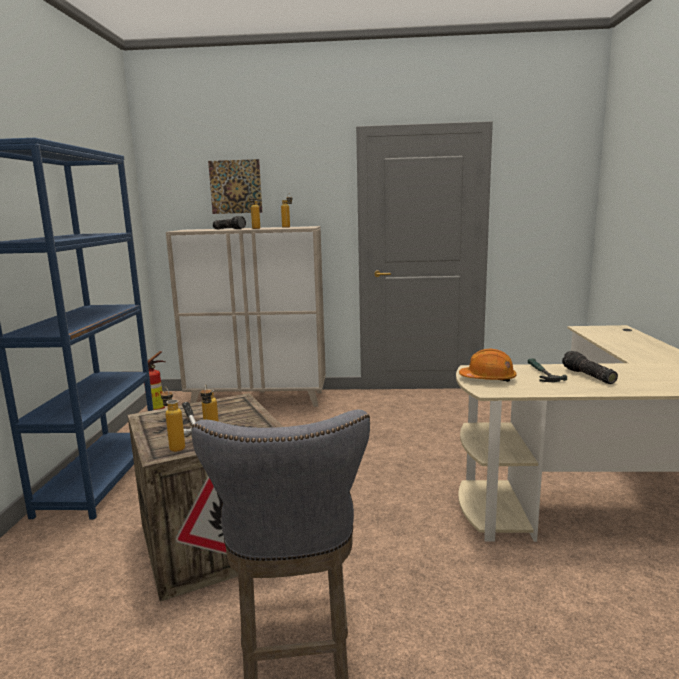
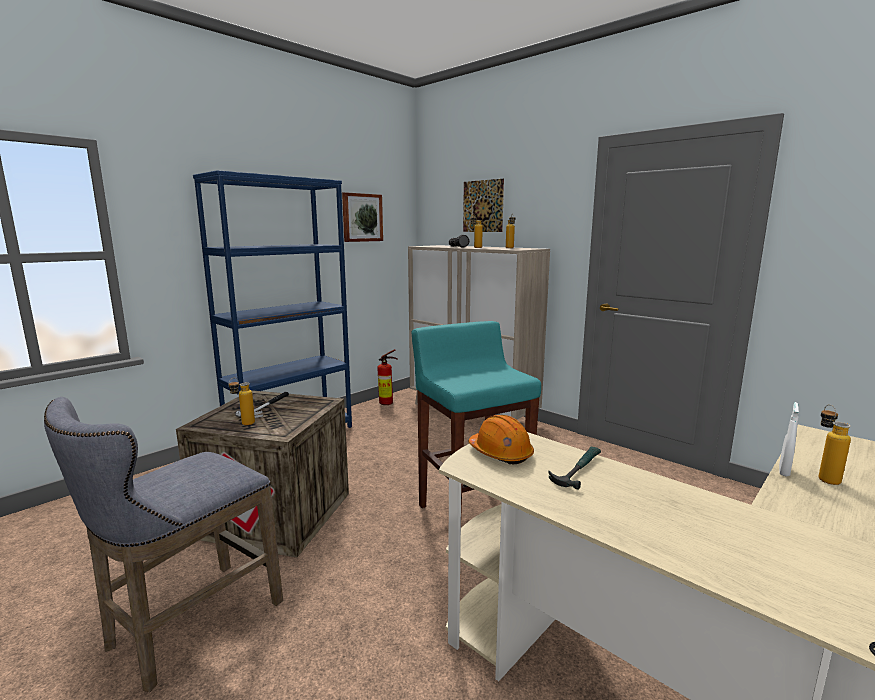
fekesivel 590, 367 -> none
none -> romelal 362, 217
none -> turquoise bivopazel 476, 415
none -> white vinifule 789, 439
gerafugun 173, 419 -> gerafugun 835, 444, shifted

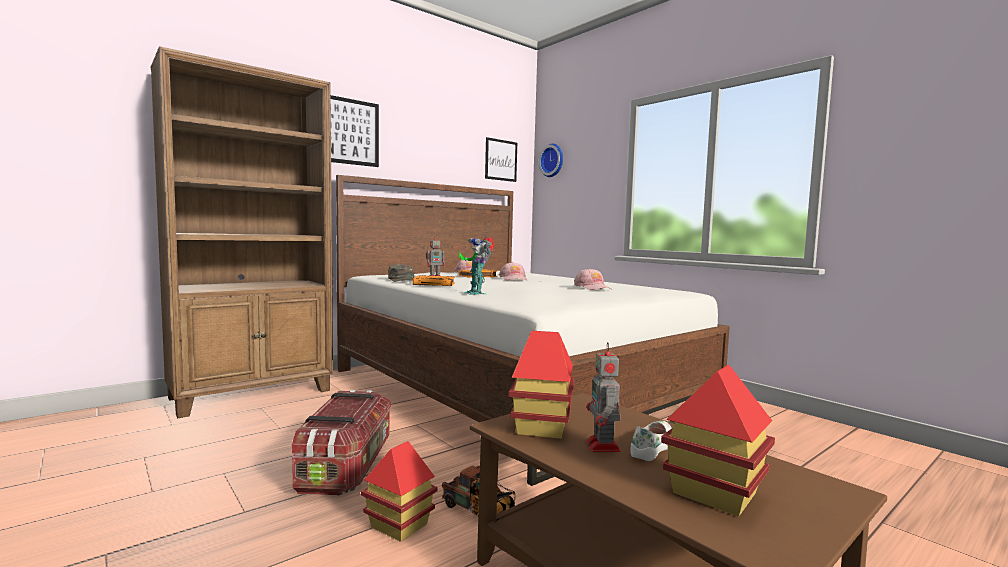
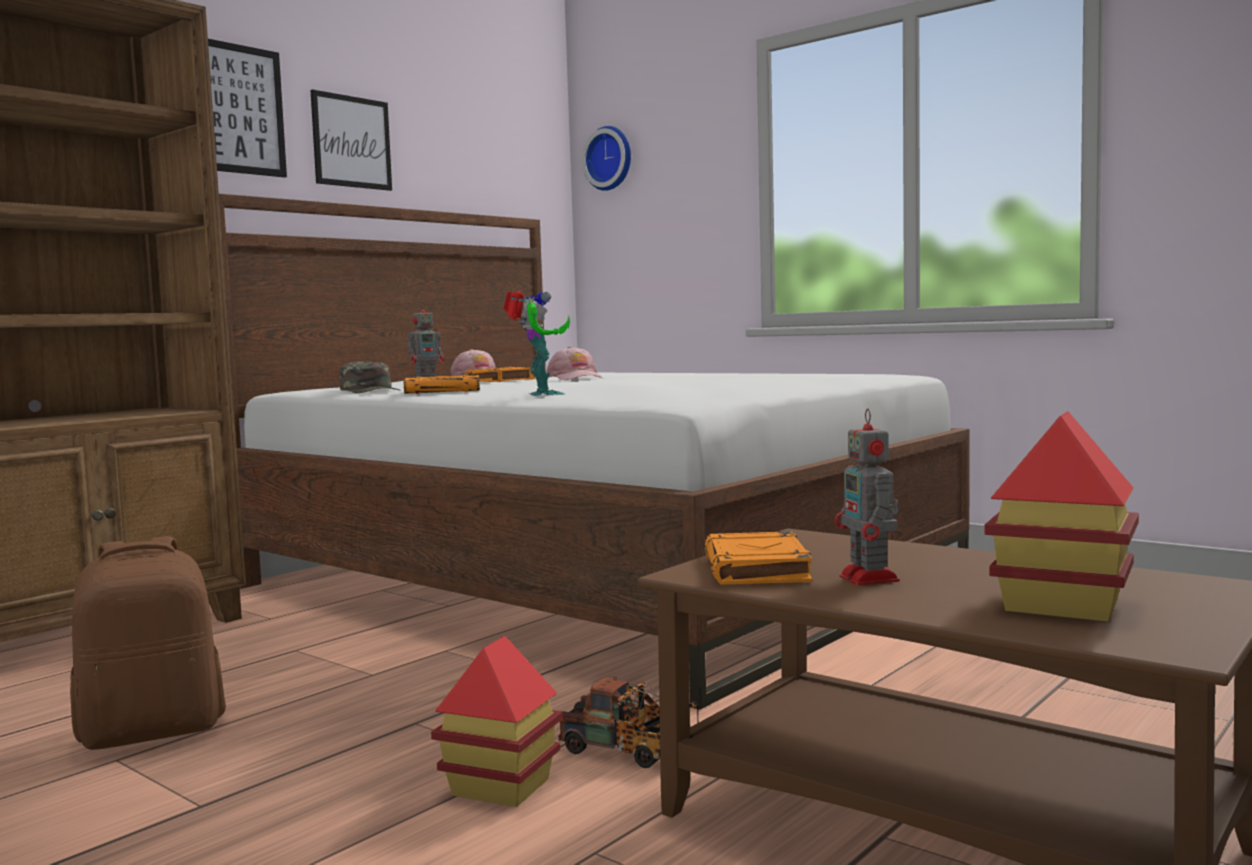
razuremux 341, 442 -> none
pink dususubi 592, 279 -> none
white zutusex 651, 441 -> none
none -> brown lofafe 148, 643
romelal 501, 159 -> romelal 351, 140, shifted
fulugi 541, 385 -> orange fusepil 758, 557
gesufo 476, 266 -> gesufo 537, 343, 150 degrees counterclockwise

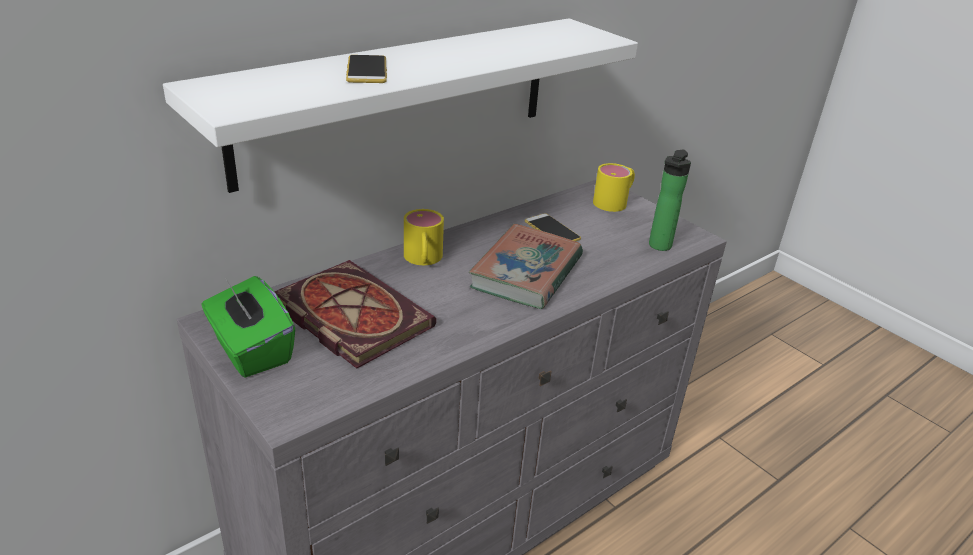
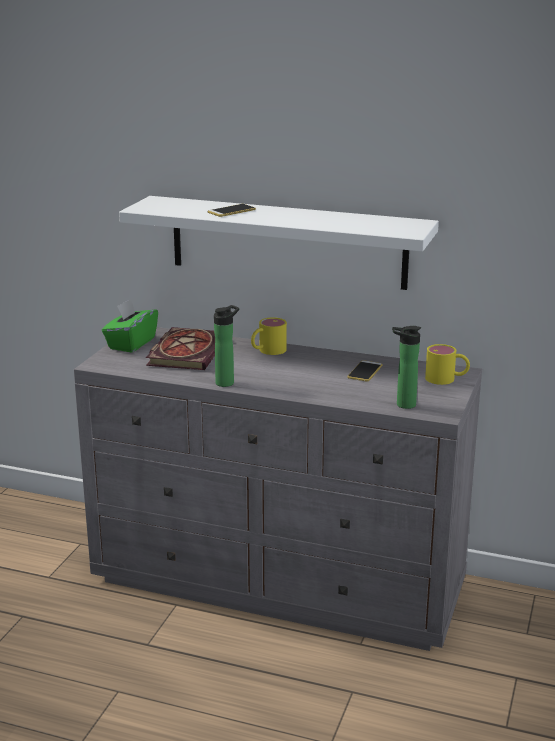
fusepil 526, 266 -> none
none -> gerafugun 226, 346

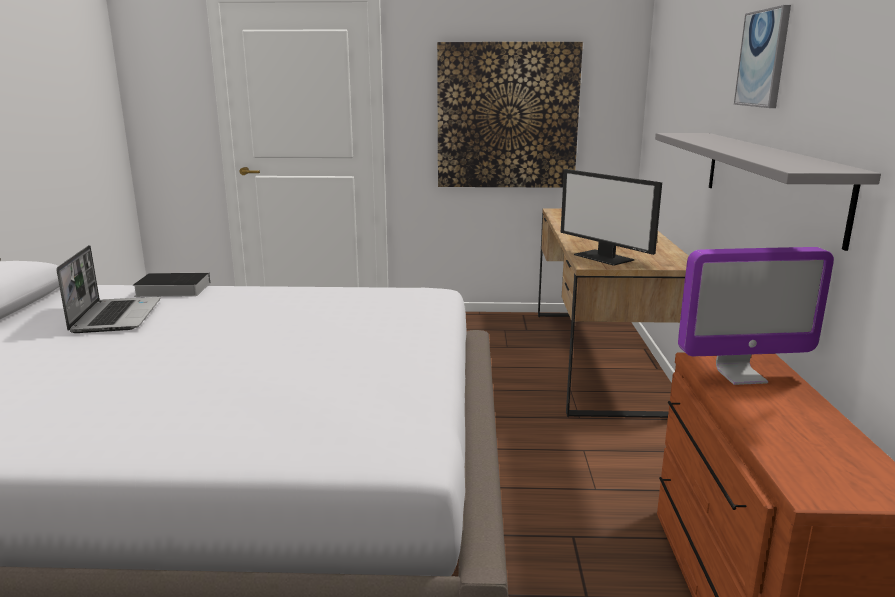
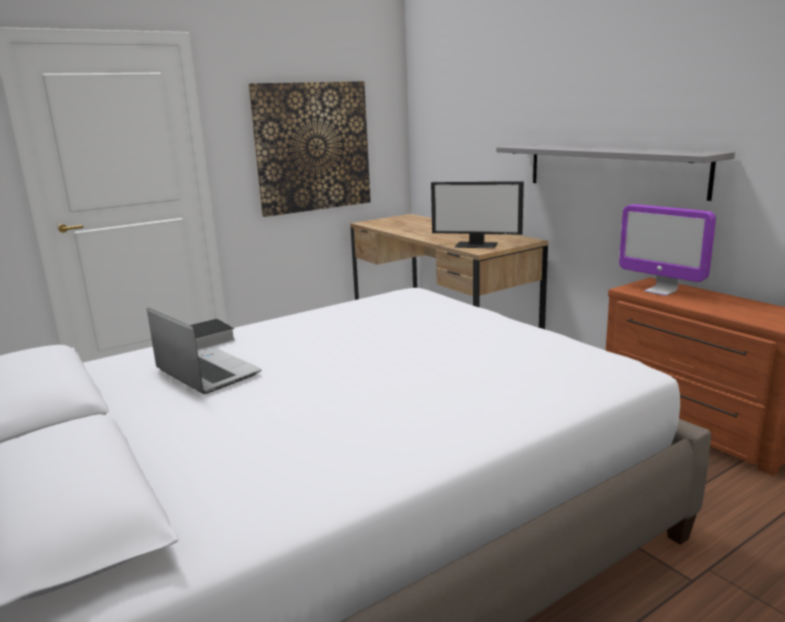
romelal 762, 56 -> none
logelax 756, 316 -> logelax 667, 250, 90 degrees clockwise

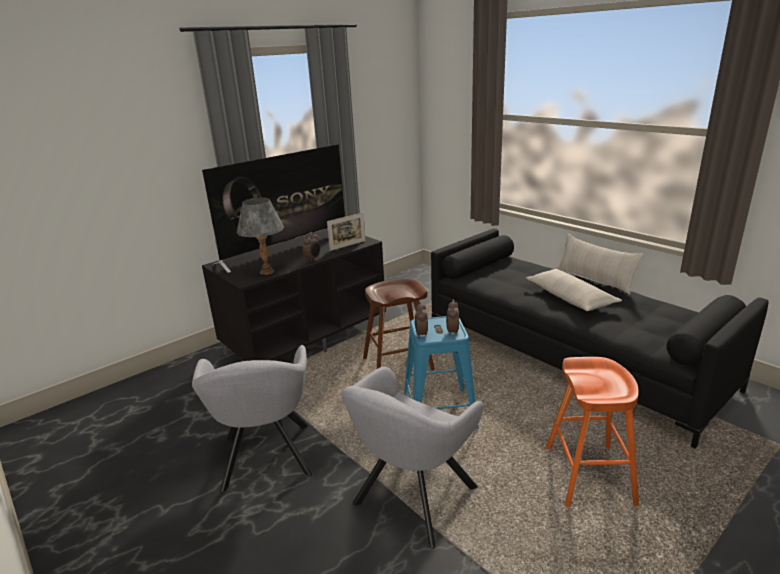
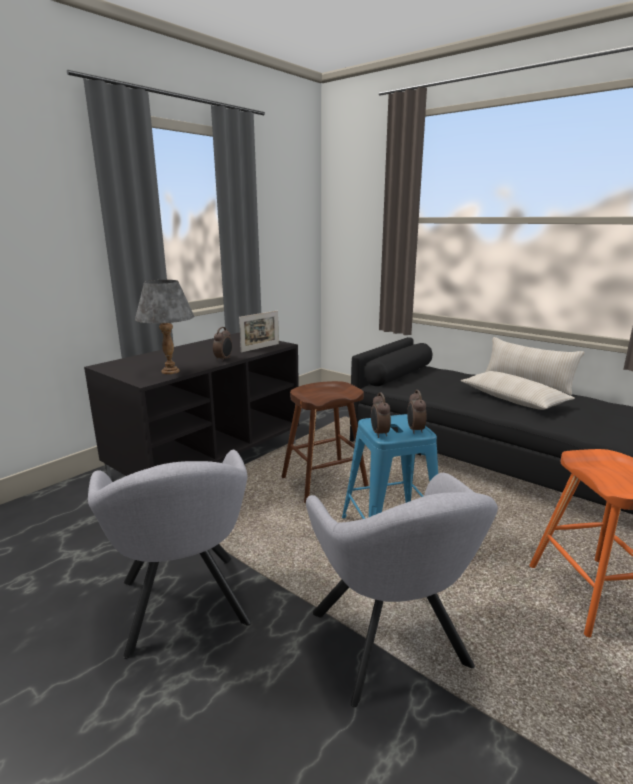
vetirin 273, 208 -> none
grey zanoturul 412, 458 -> grey zanoturul 402, 590, 45 degrees counterclockwise

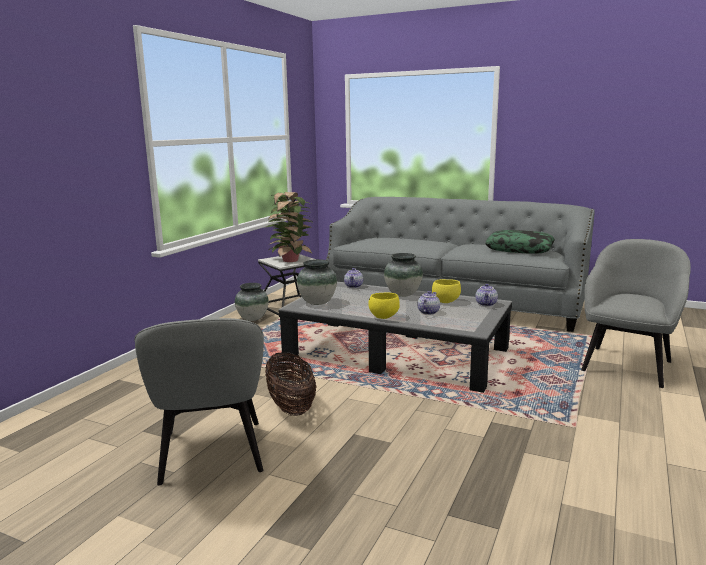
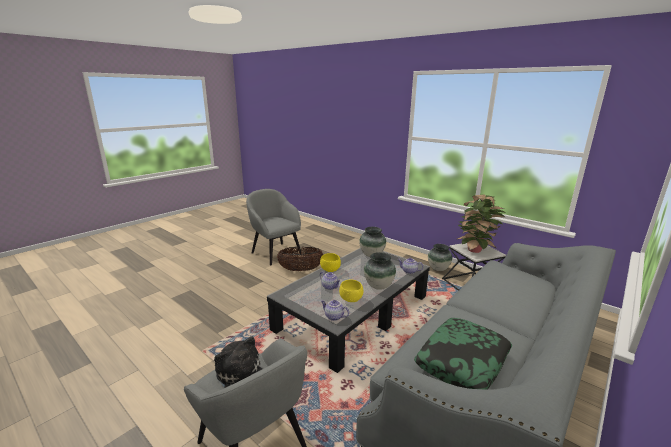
none -> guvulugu 238, 362
grey zanoturul 199, 401 -> grey zanoturul 273, 227, 45 degrees clockwise

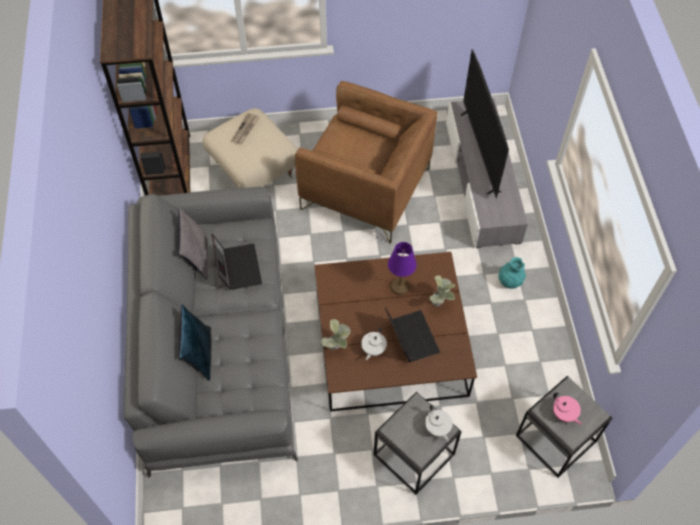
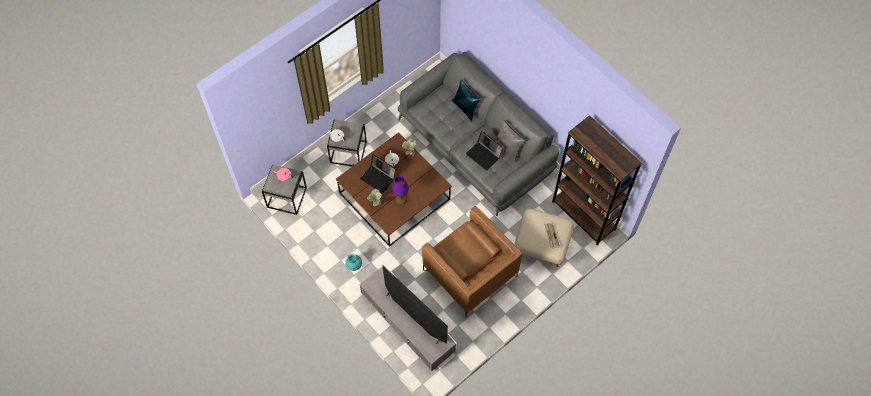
brown zanoturul 366, 162 -> brown zanoturul 472, 262, 120 degrees counterclockwise

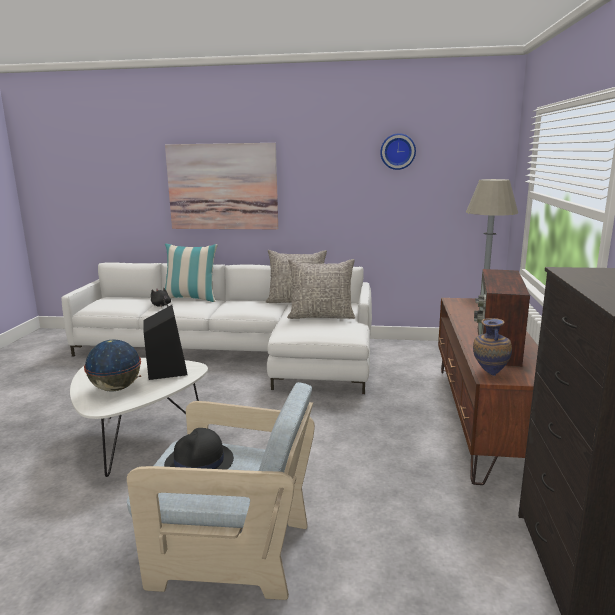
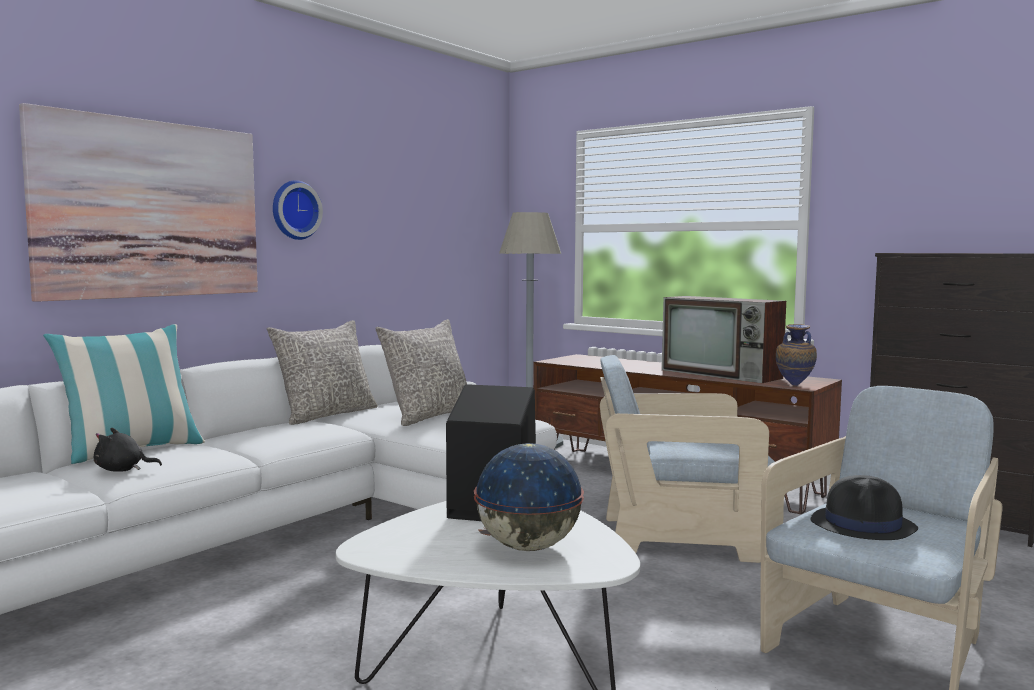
none -> beige zanoturul 687, 459
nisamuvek 398, 151 -> nisamuvek 298, 210, shifted

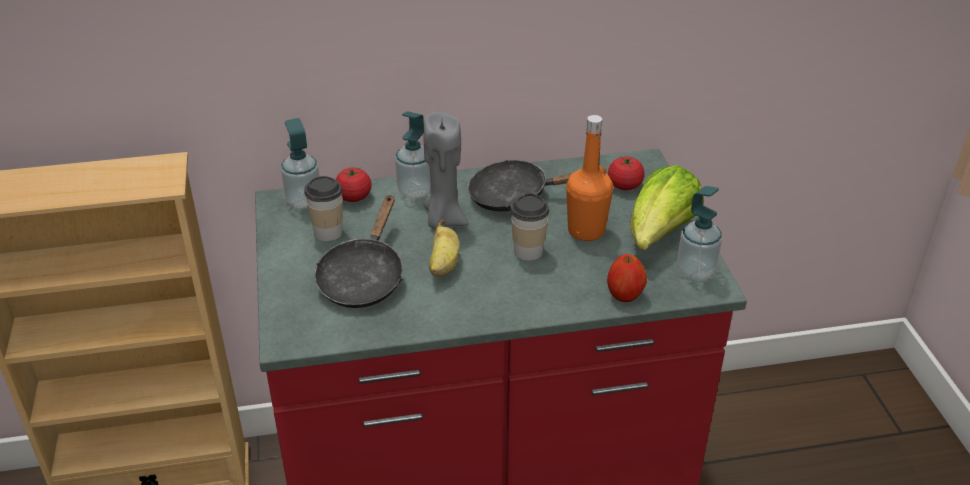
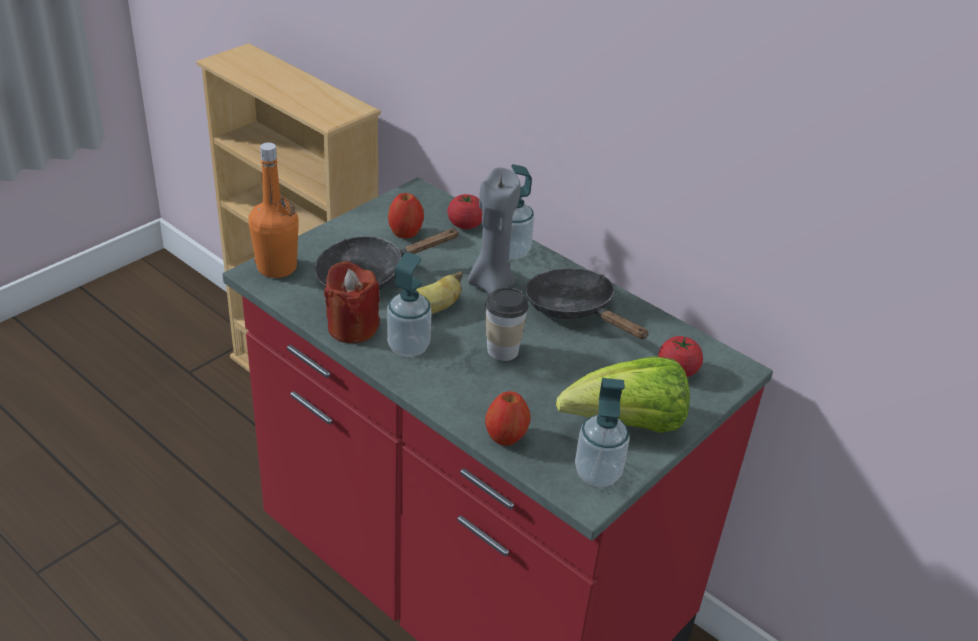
none -> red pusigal 352, 302
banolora 300, 163 -> banolora 409, 304, shifted
orange gerafugun 589, 178 -> orange gerafugun 273, 210, shifted
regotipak 323, 208 -> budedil 406, 215

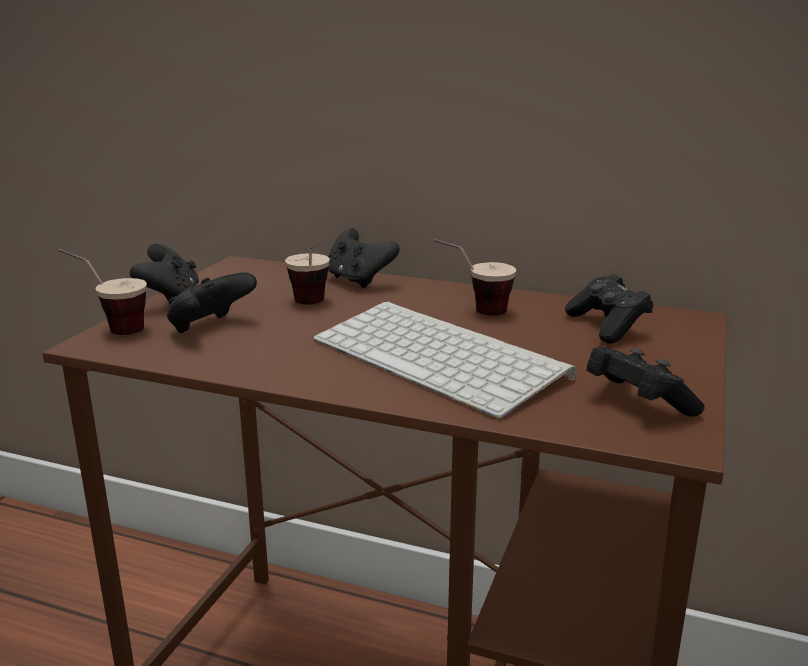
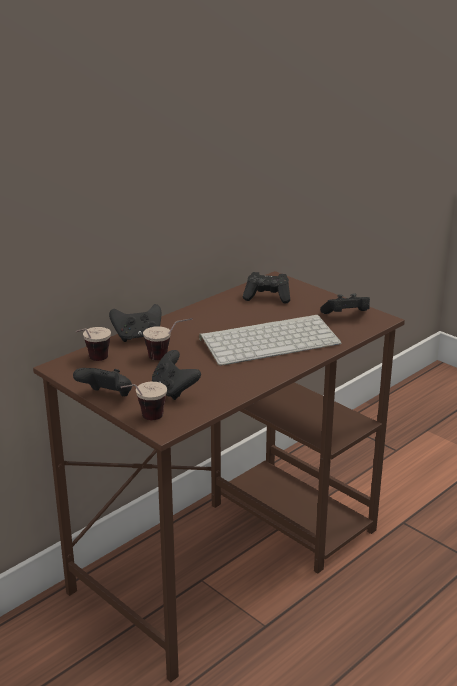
regotipak 474, 277 -> regotipak 93, 344, shifted

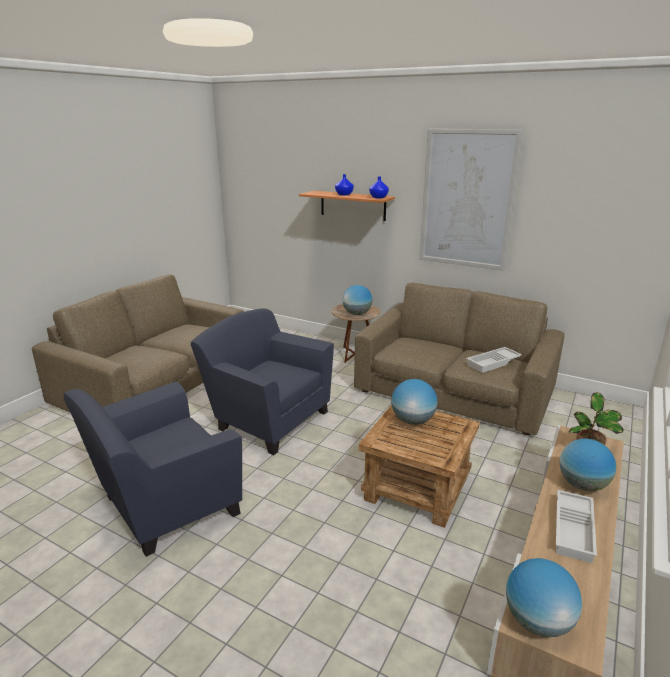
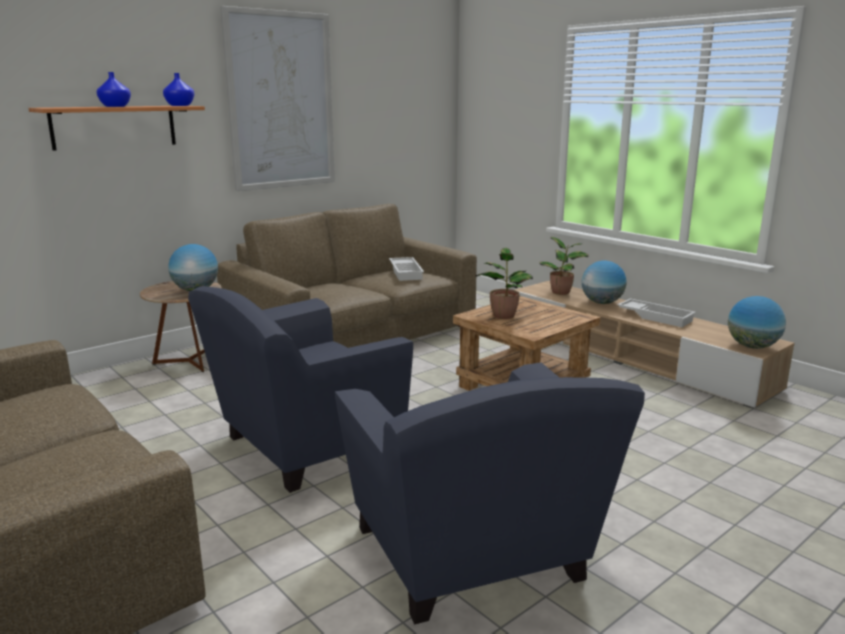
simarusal 414, 402 -> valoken 504, 283

